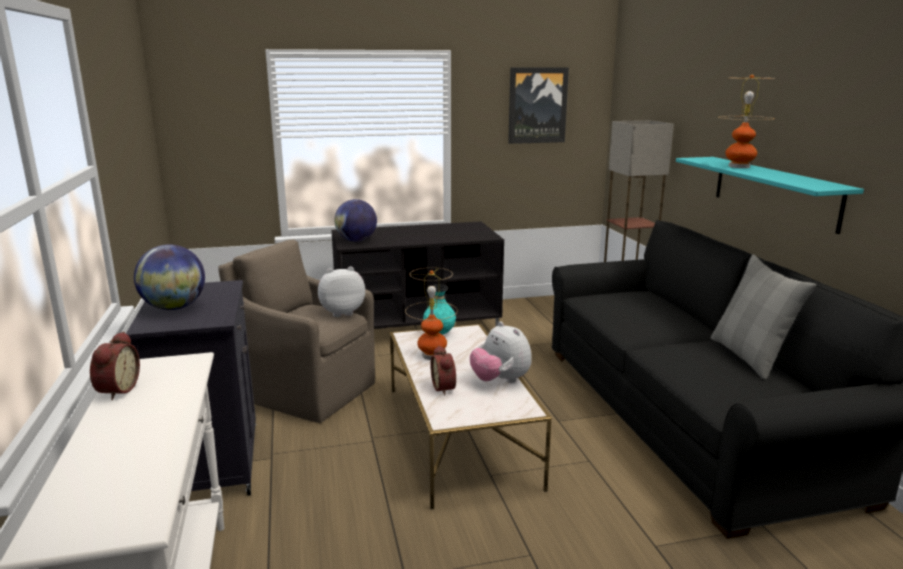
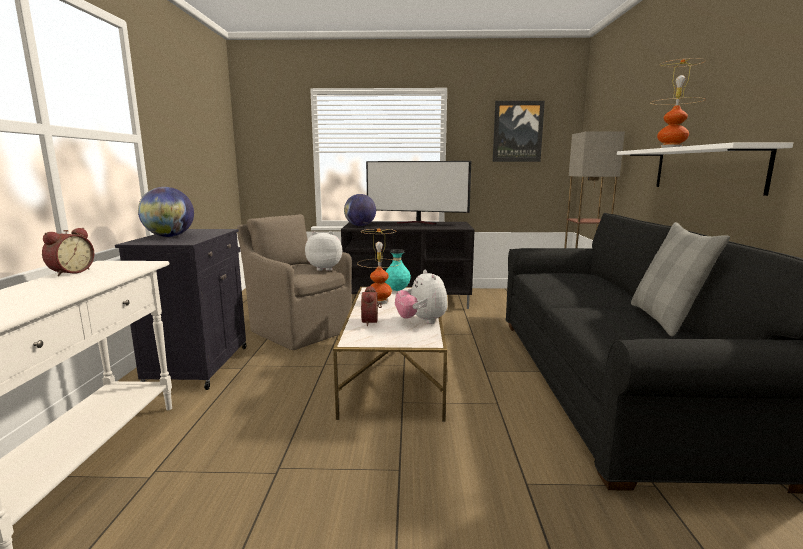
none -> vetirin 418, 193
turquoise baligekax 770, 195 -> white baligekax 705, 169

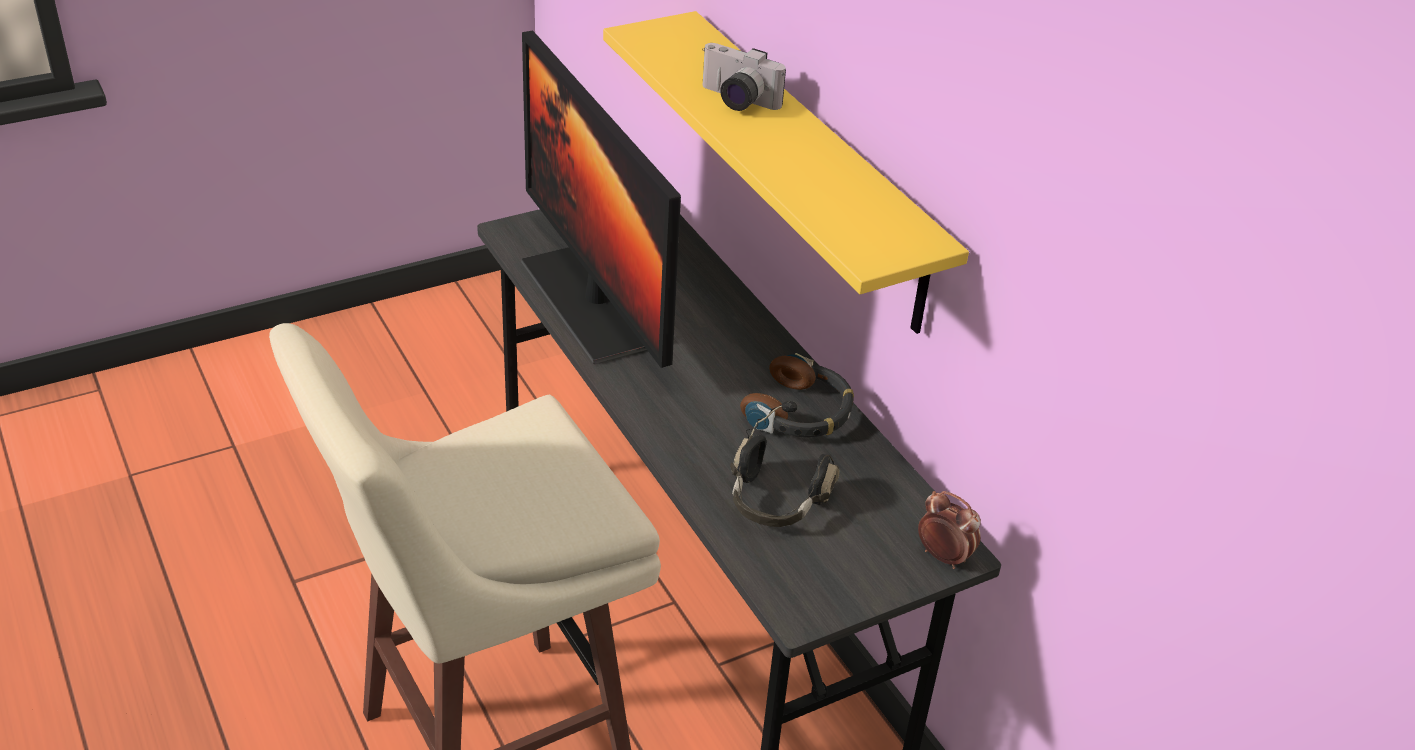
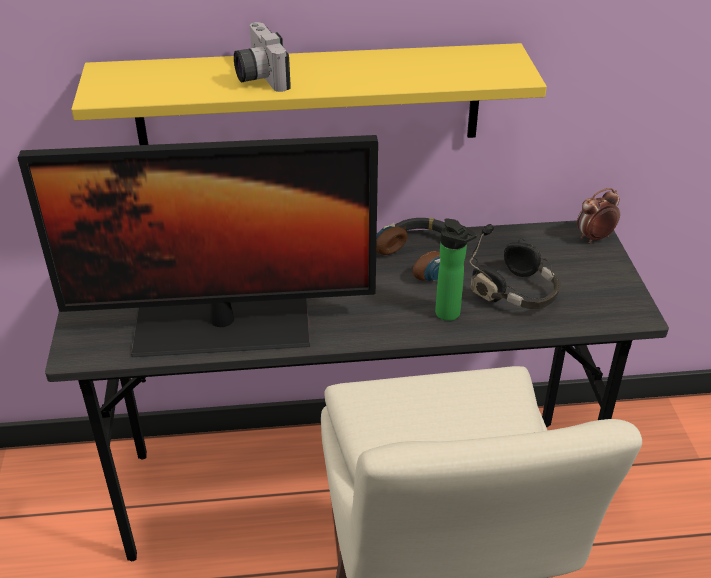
none -> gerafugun 456, 269
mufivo 744, 77 -> mufivo 262, 57, 105 degrees clockwise

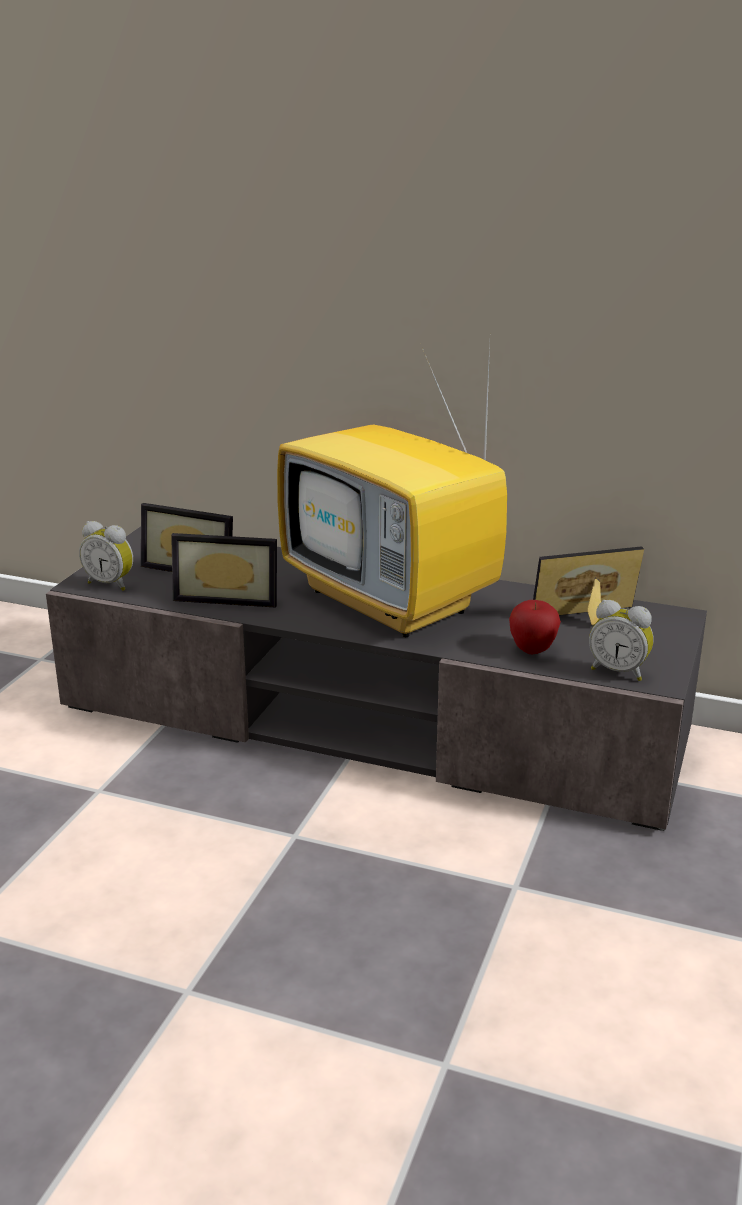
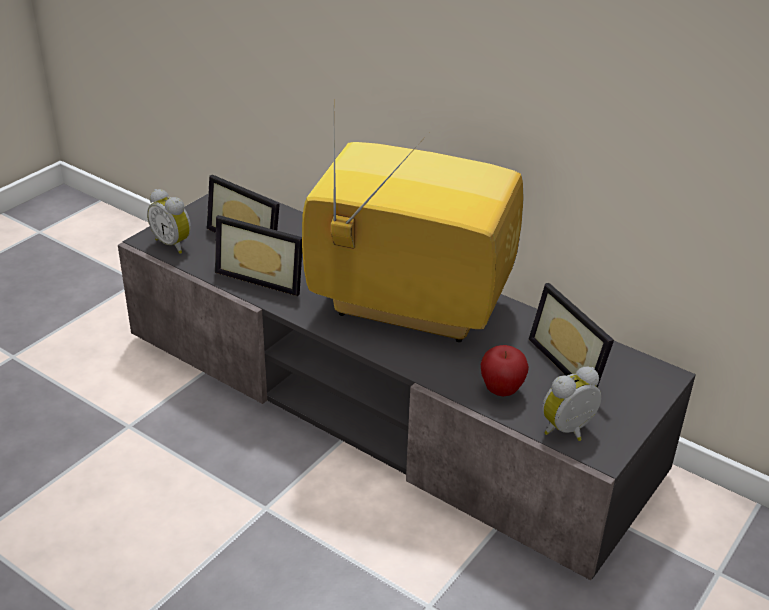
vetirin 392, 490 -> vetirin 413, 231, 135 degrees clockwise
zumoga 588, 585 -> zumoga 571, 335, 120 degrees counterclockwise
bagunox 621, 640 -> bagunox 572, 403, 105 degrees clockwise

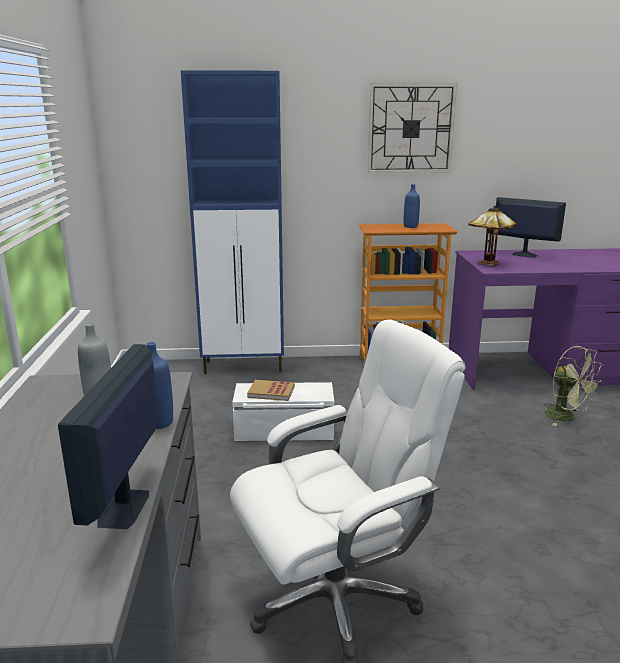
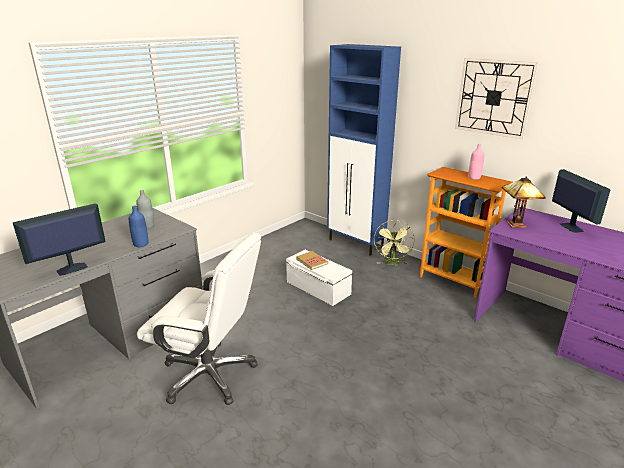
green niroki 574, 386 -> green niroki 394, 243, shifted
blue gerafugun 412, 206 -> pink gerafugun 476, 161

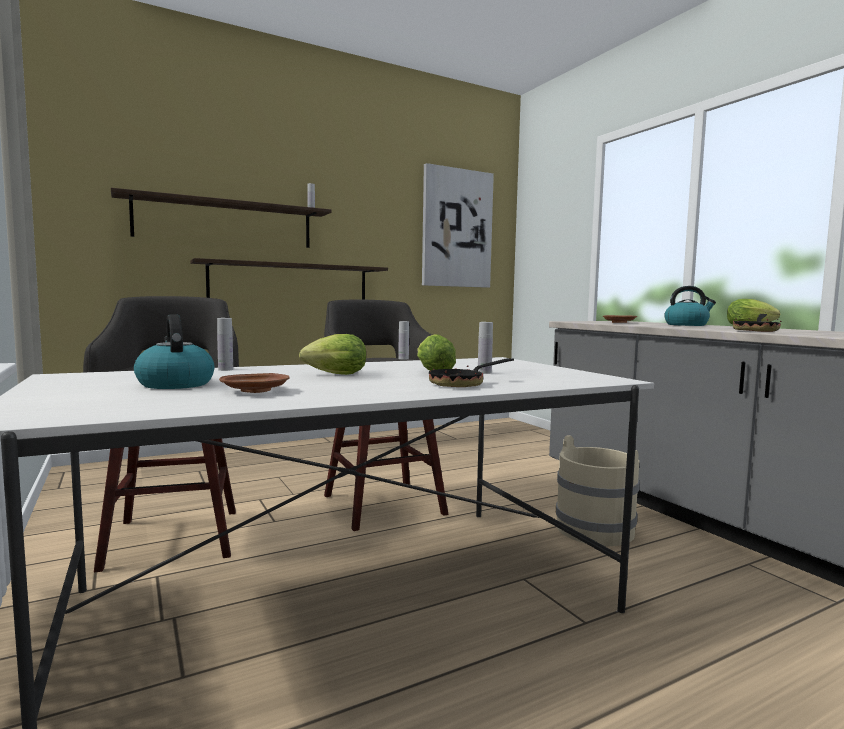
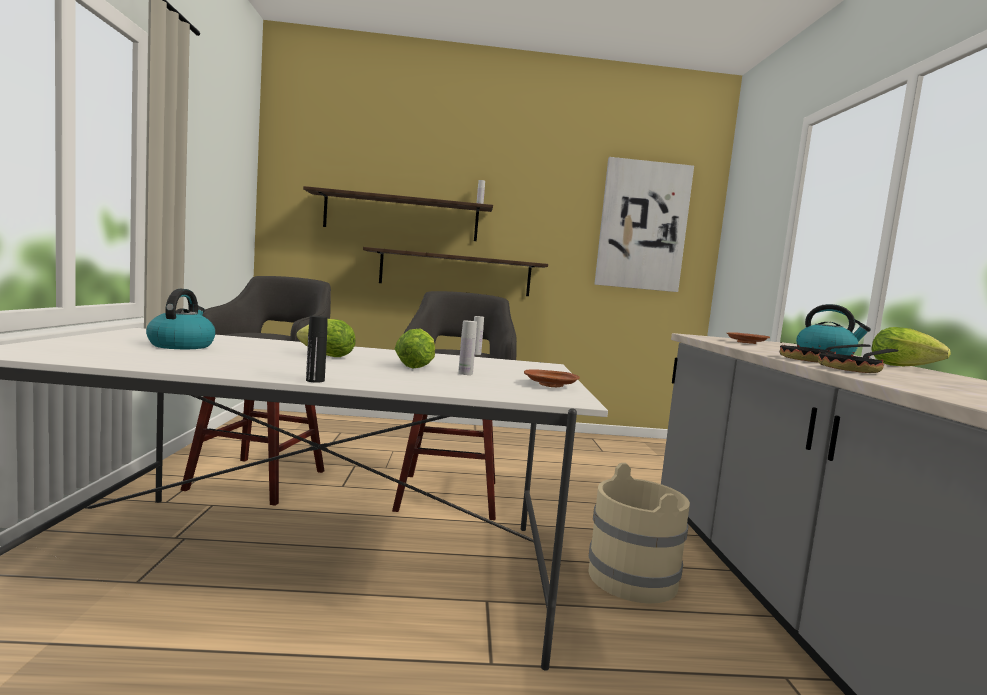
white gerafugun 225, 344 -> none
none -> black gerafugun 317, 349
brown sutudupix 254, 383 -> brown sutudupix 552, 378, shifted
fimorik 471, 372 -> fimorik 825, 349, shifted

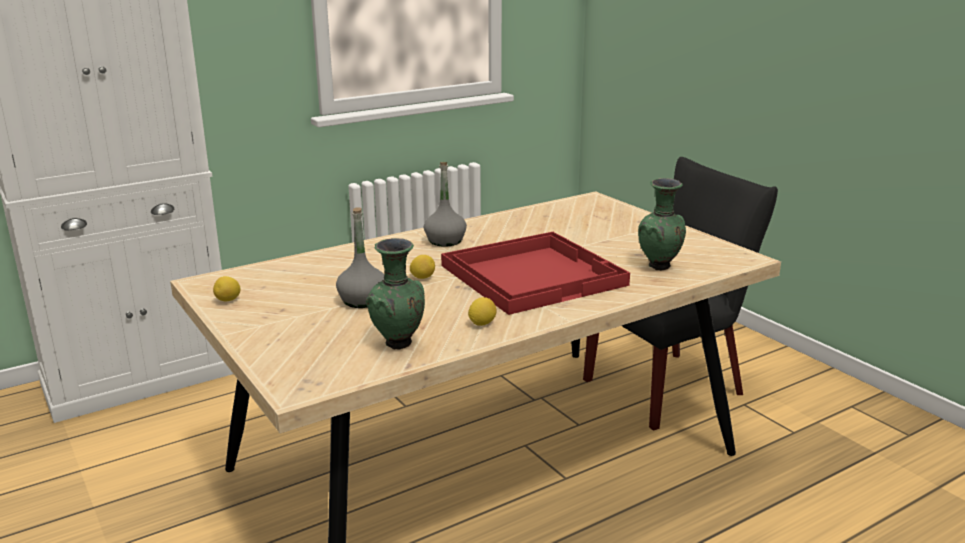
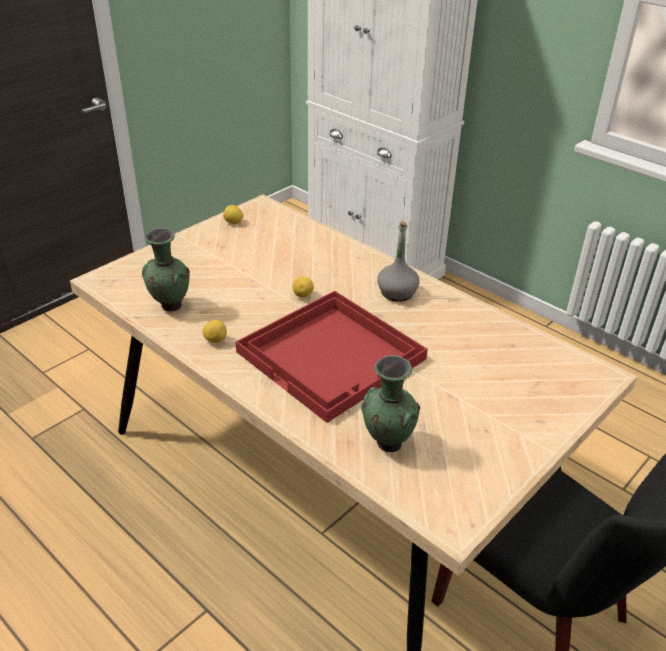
grey gerafugun 360, 257 -> none

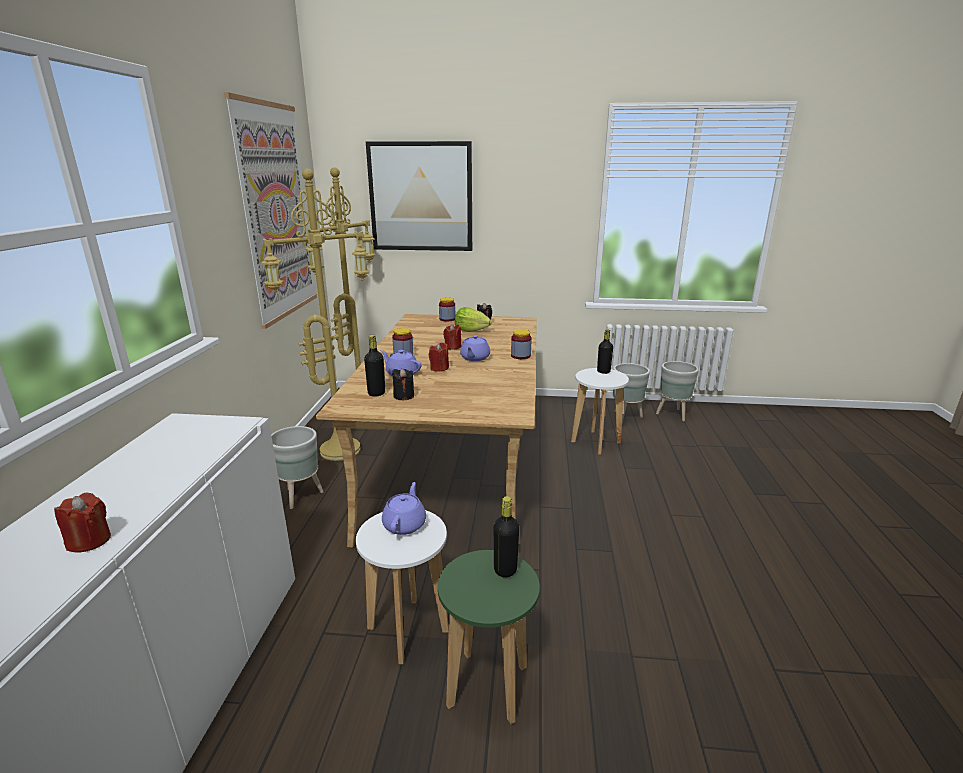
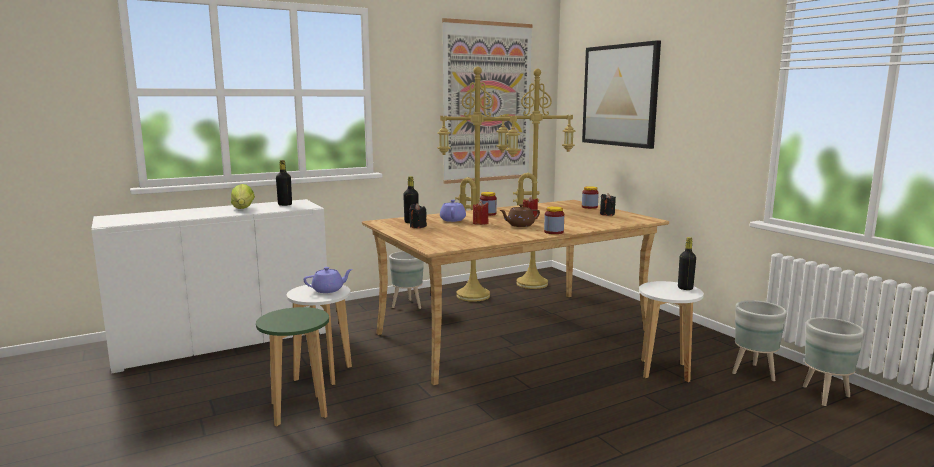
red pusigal 82, 523 -> none
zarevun 473, 319 -> zarevun 243, 196, shifted
black gerafugun 506, 537 -> black gerafugun 284, 183, shifted
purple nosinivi 475, 348 -> brown nosinivi 520, 215

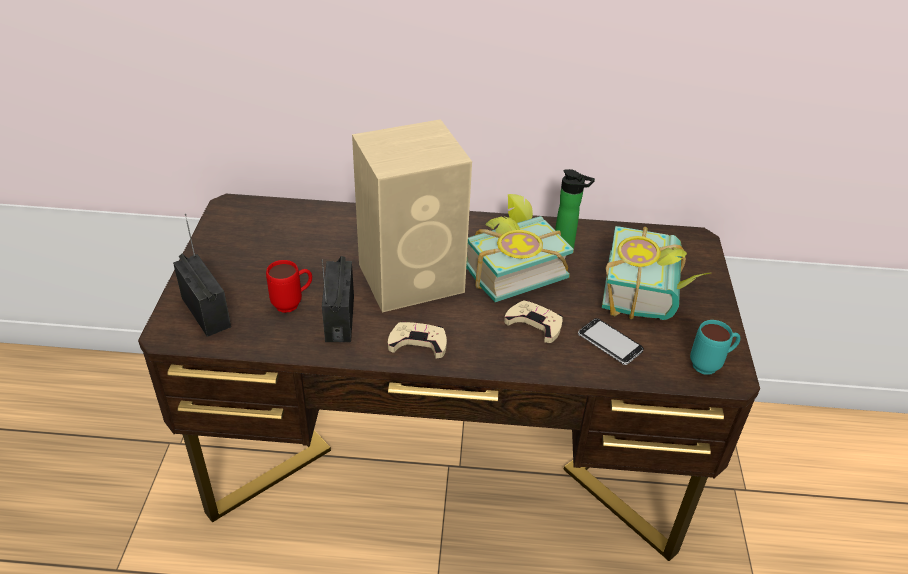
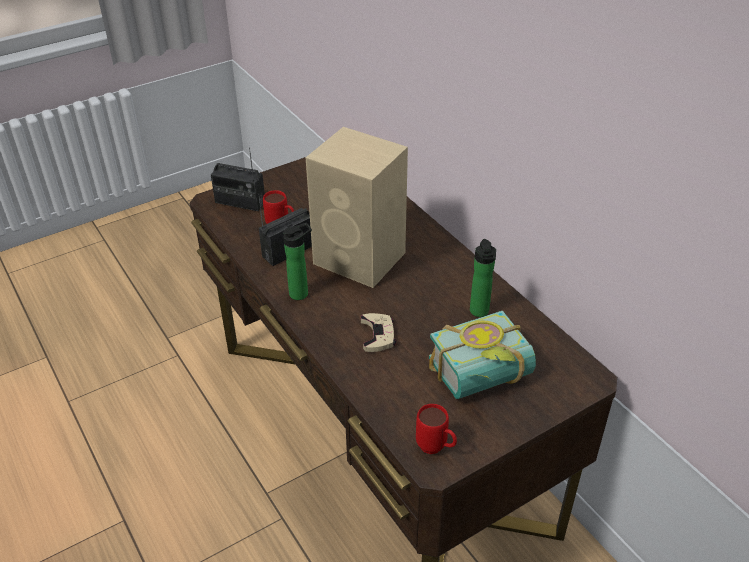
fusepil 520, 248 -> none
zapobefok 611, 341 -> none
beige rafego 417, 339 -> gerafugun 297, 261
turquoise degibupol 715, 347 -> red degibupol 436, 429
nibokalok 202, 275 -> nibokalok 238, 179, 90 degrees clockwise

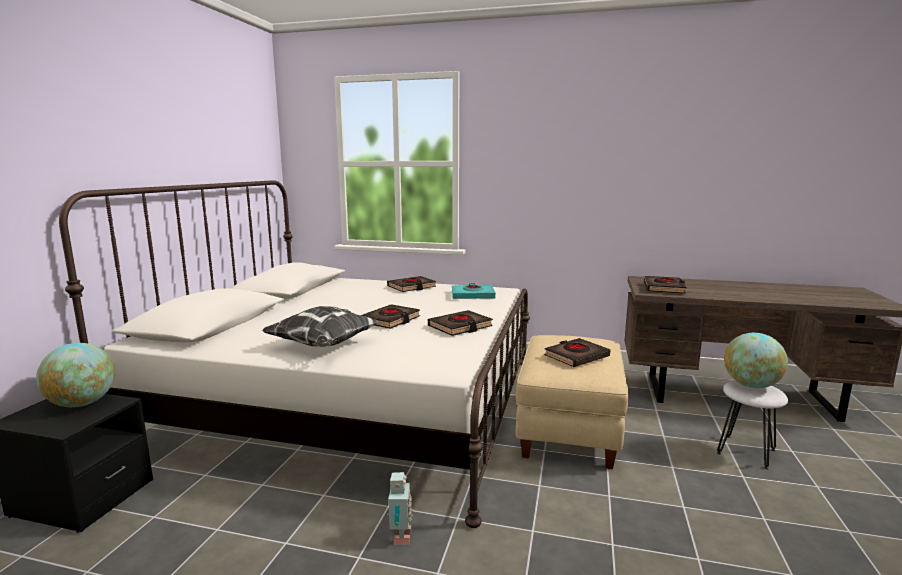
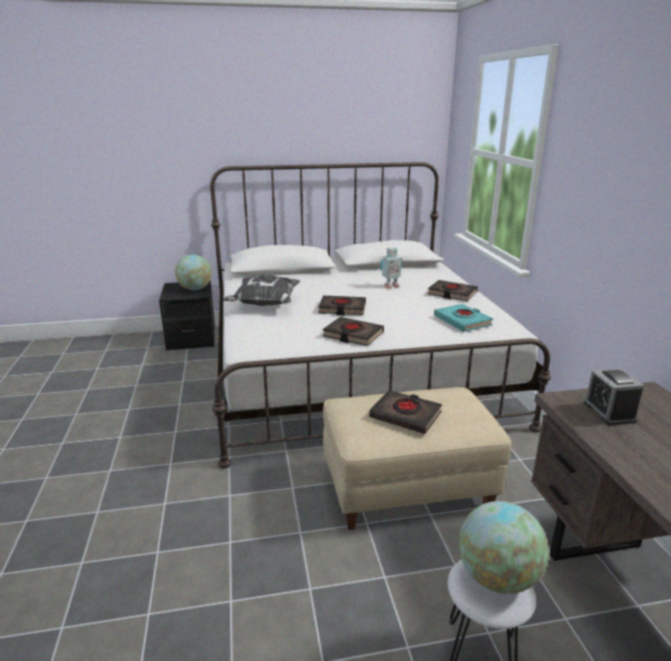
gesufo 400, 508 -> gesufo 391, 268, shifted
black fusepil 665, 285 -> bagunox 614, 397

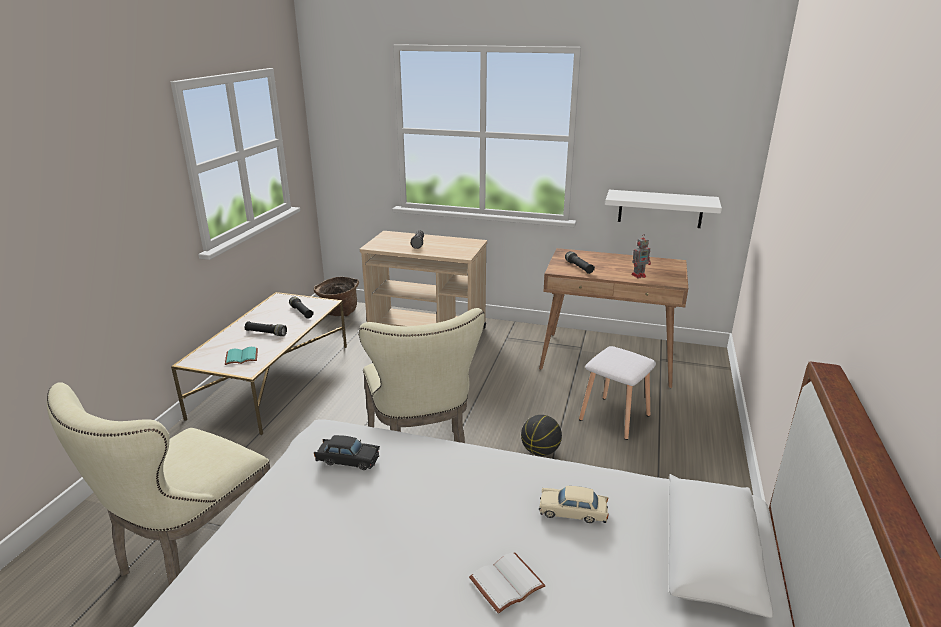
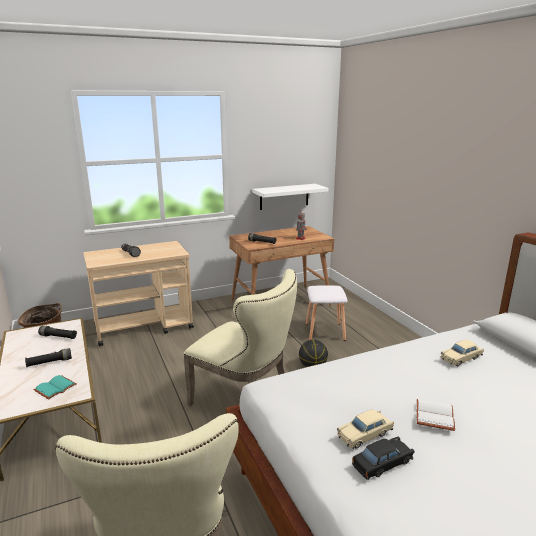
none -> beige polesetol 365, 429
black polesetol 347, 452 -> black polesetol 383, 458, shifted
white fusepil 507, 583 -> white fusepil 436, 415, shifted

